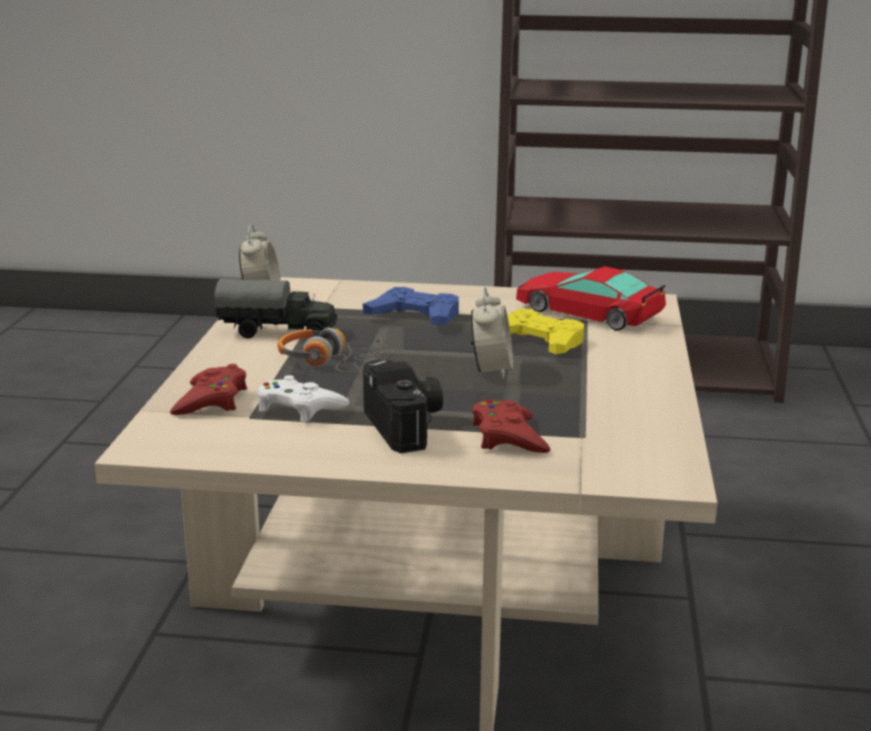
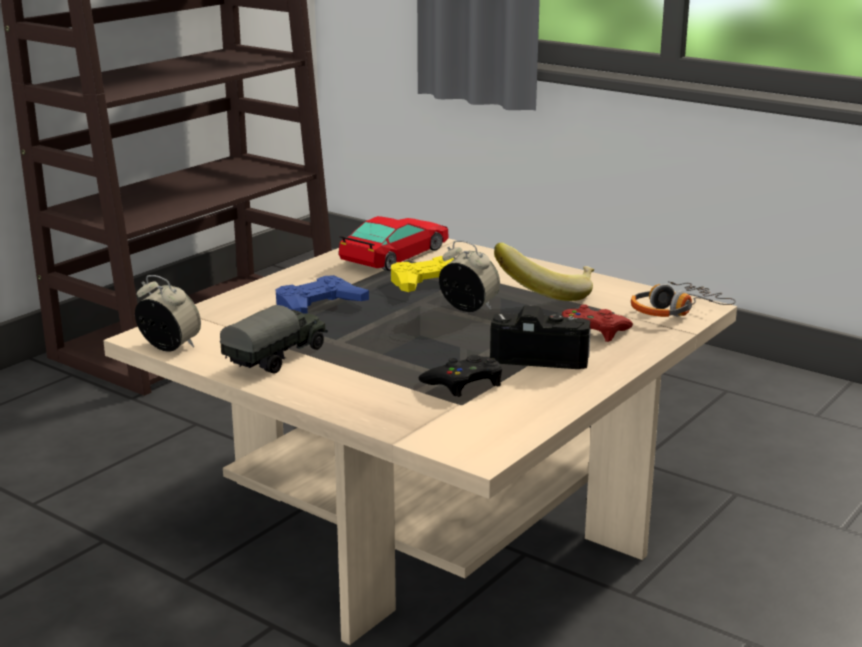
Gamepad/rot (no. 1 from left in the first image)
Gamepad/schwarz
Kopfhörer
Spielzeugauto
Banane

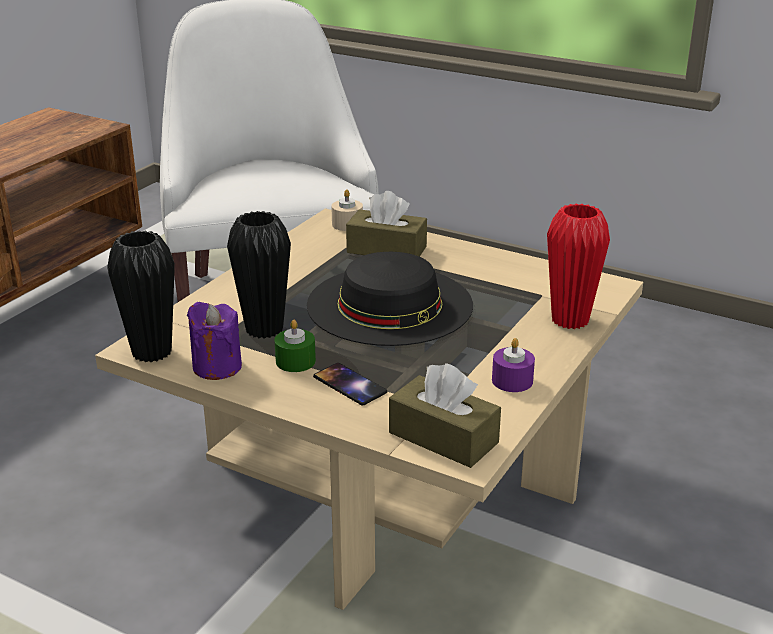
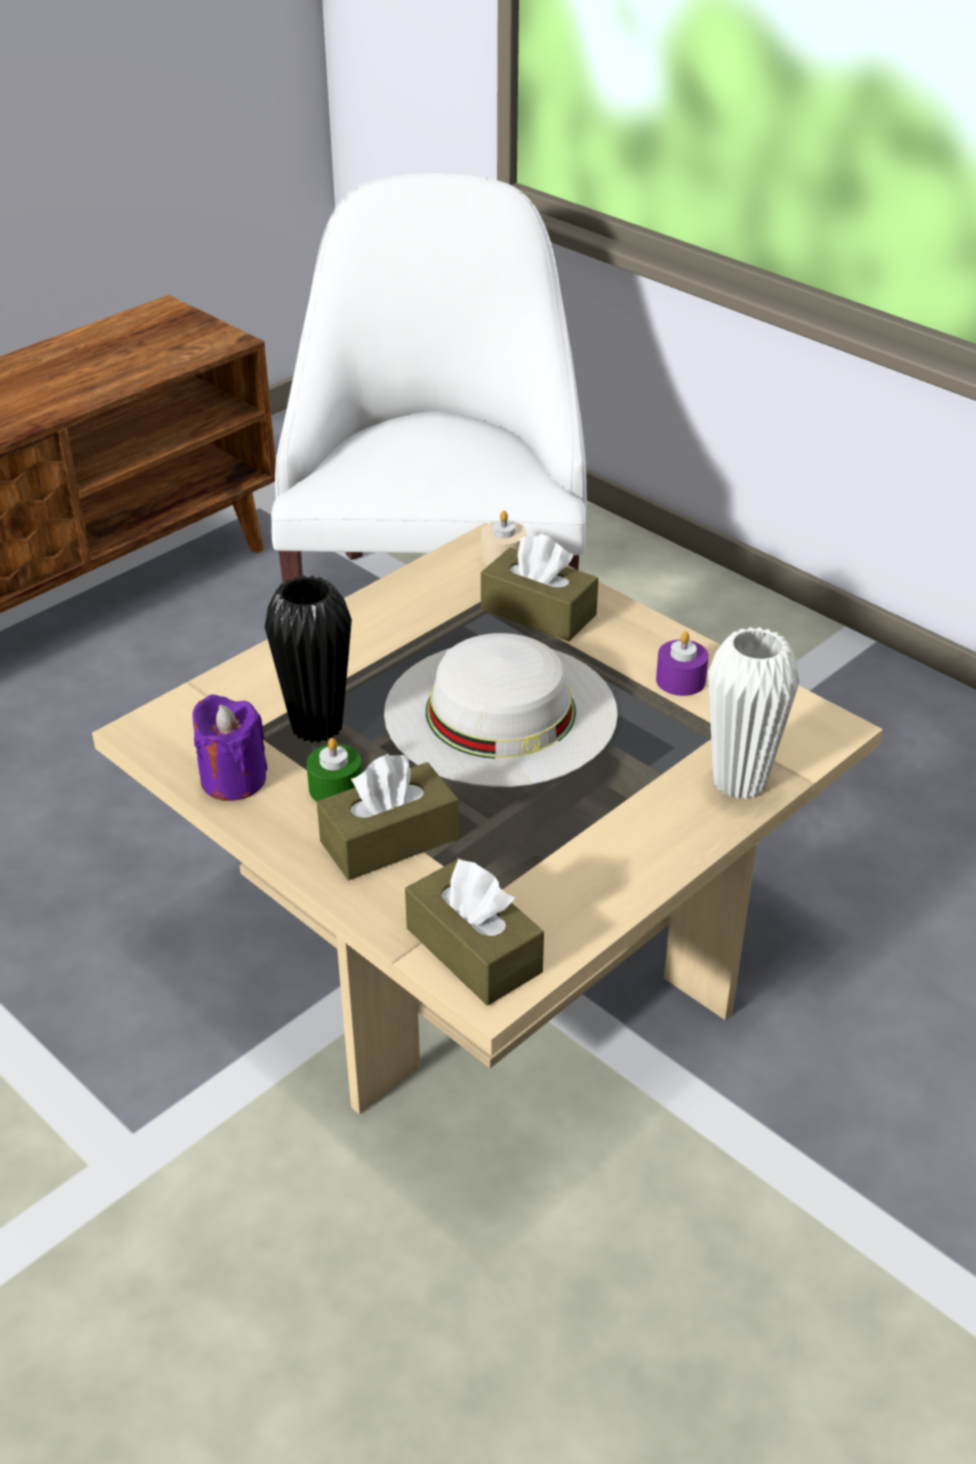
Vase/schwarz (no. 1 from left in the first image)
Hut/weiß
Taschentuchbox/braun (no. 1 from left)
Kerze/lila (no. 2 from left)
Vase/weiß

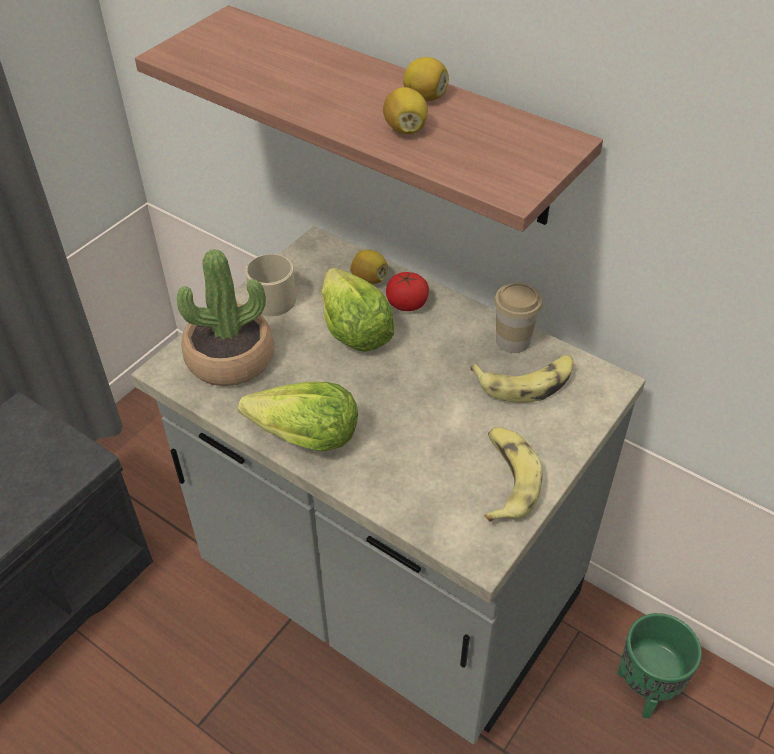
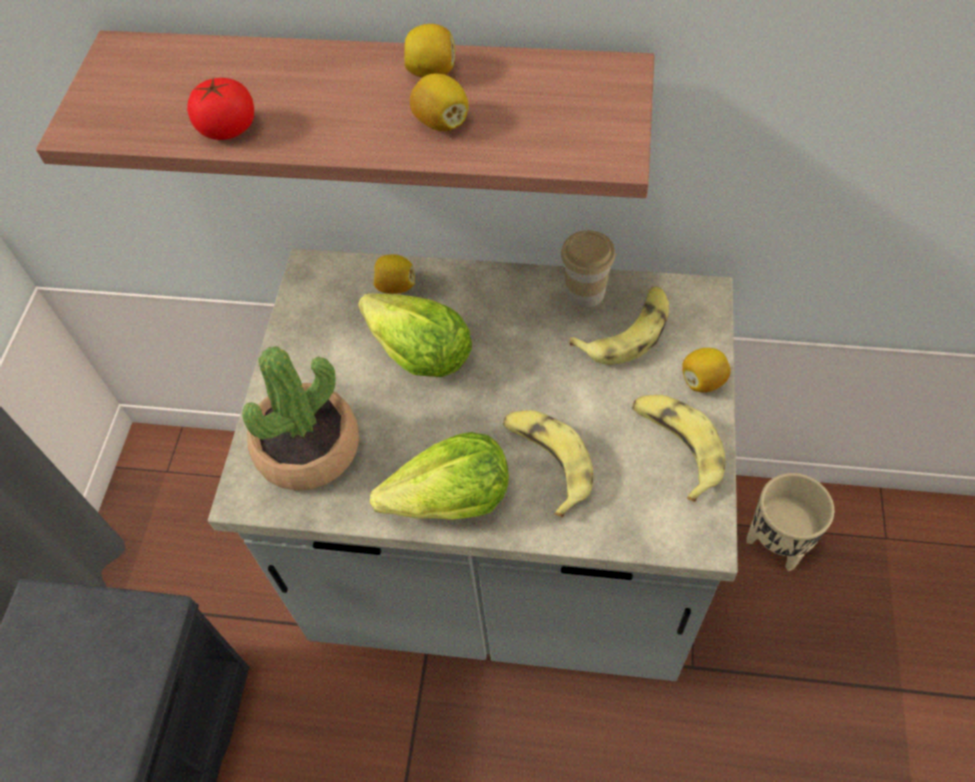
Henkelbecher/beige
Tomate
Pflanzkübel/beige
Banane (no. 1 from left)
Zitrone (no. 4 from left)

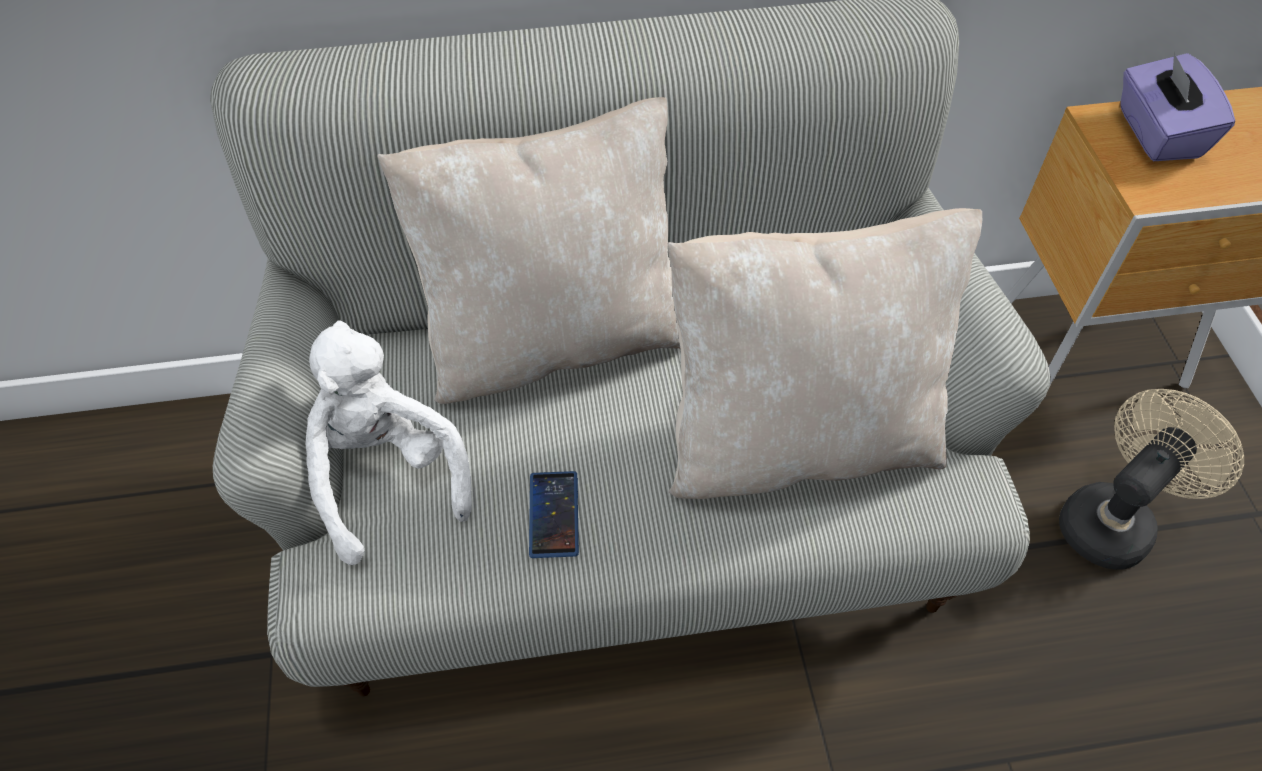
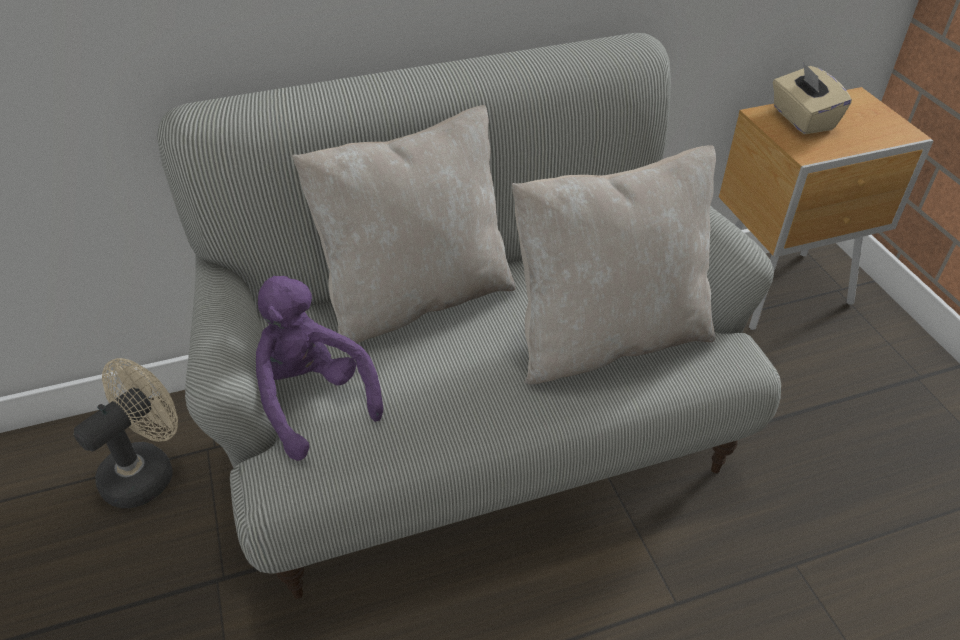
Plüschtier/lila
Handy
Ventilator/beige
Taschentuchbox/beige

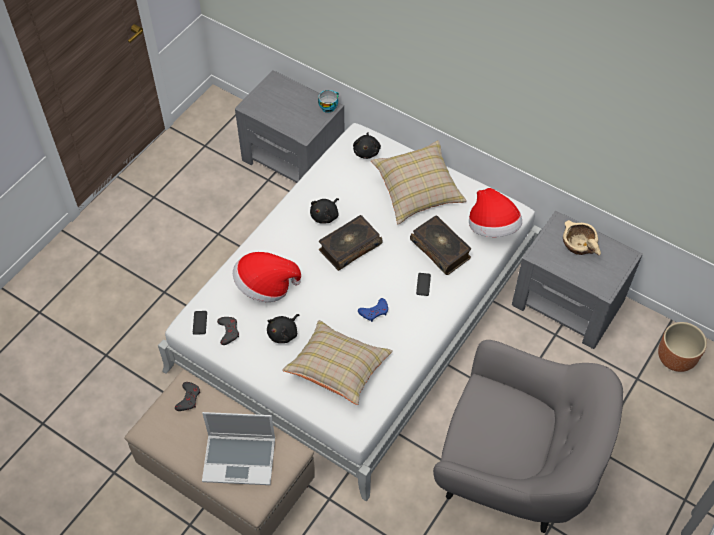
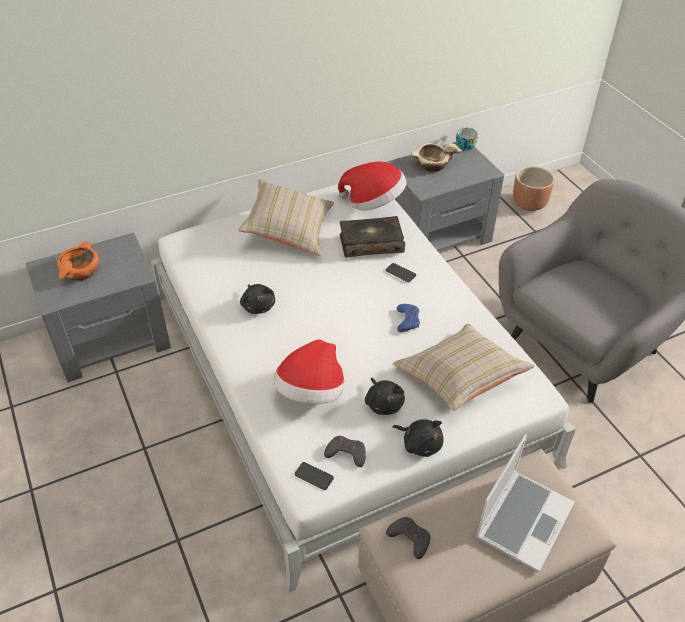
Tasse
Buch (no. 1 from left in the first image)
Plüschtier/schwarz (no. 3 from left)
Schüssel/orange

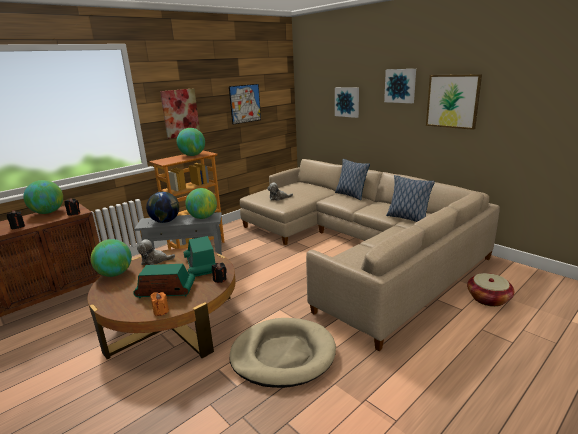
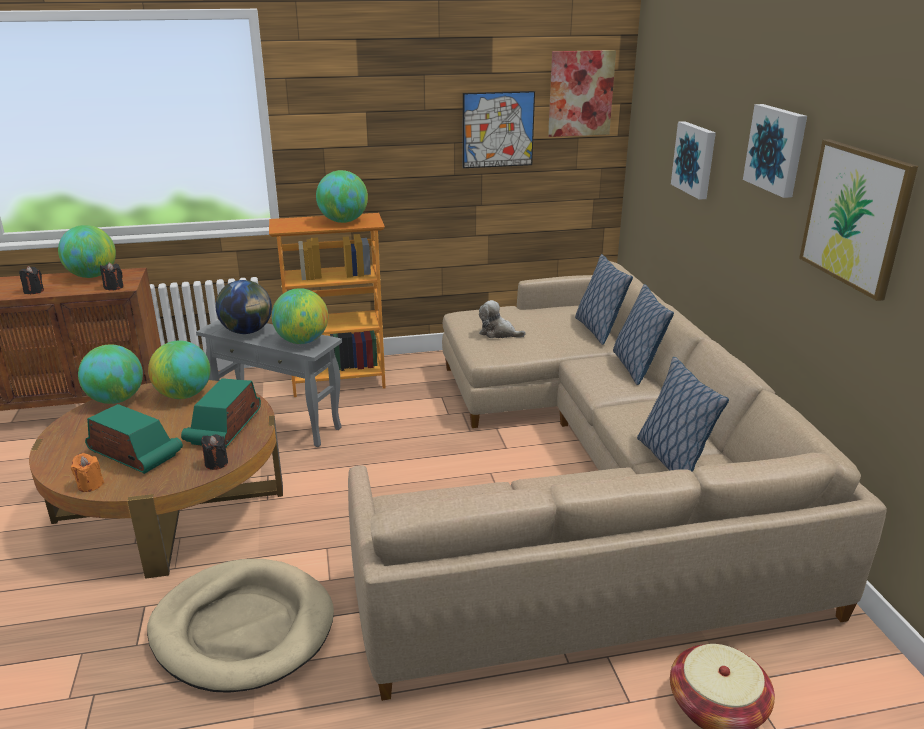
Globus (no. 3 from left)
Bild (no. 2 from left)
Kissen (no. 1 from left)

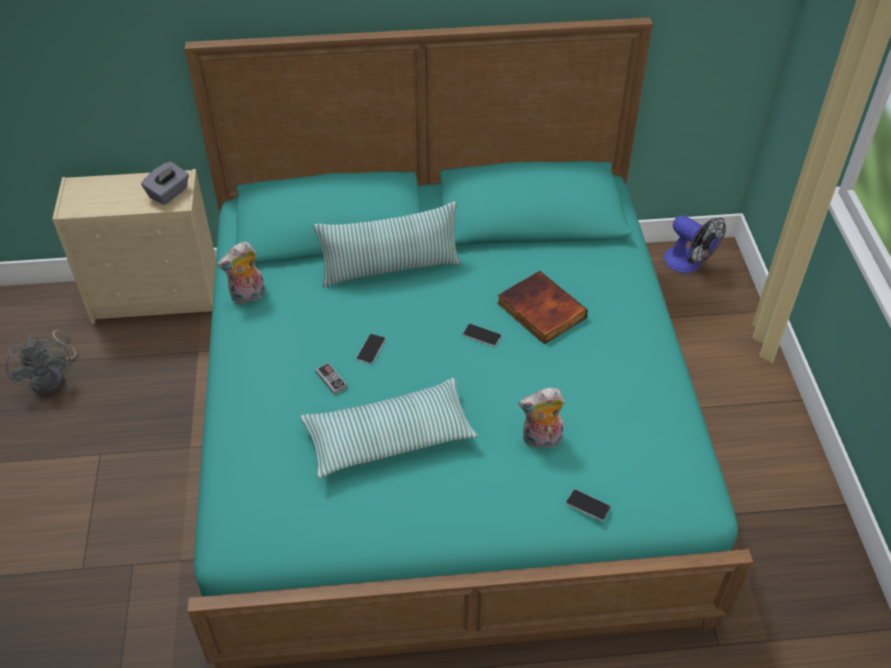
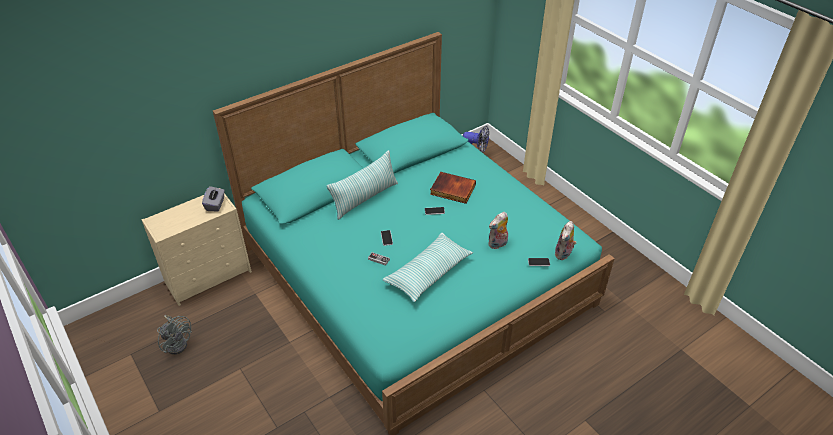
Plüschtier (no. 2 from left)

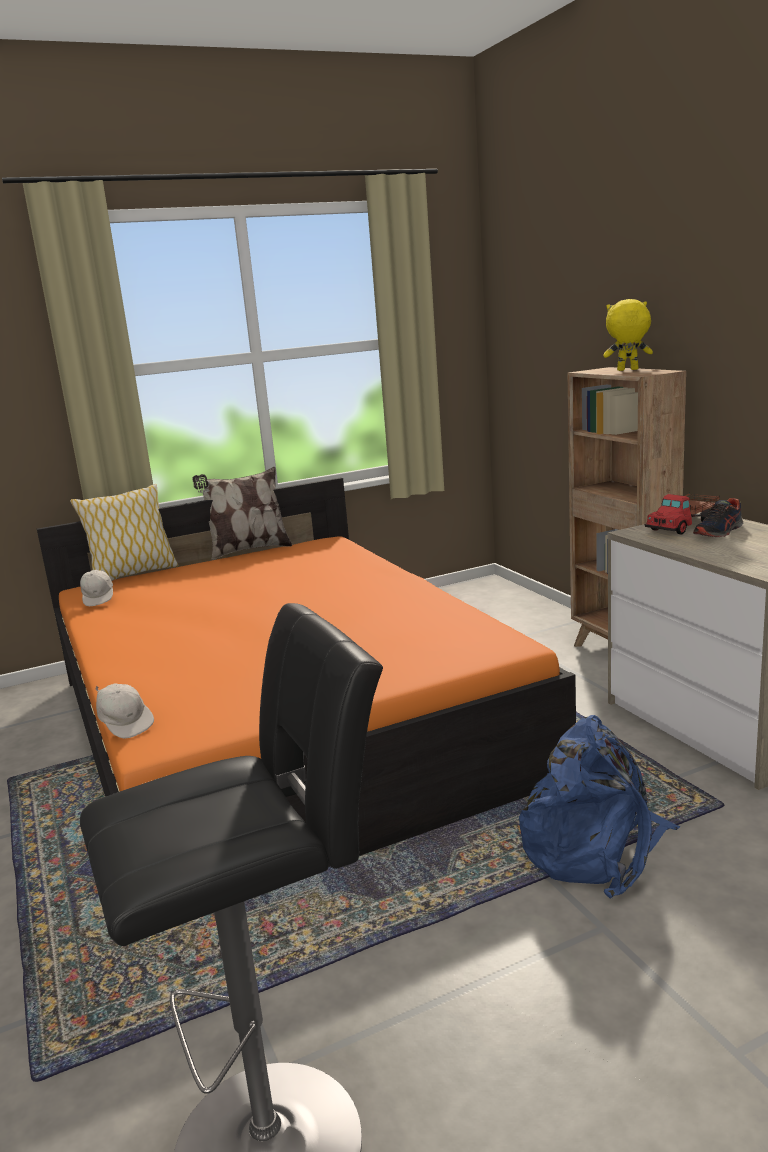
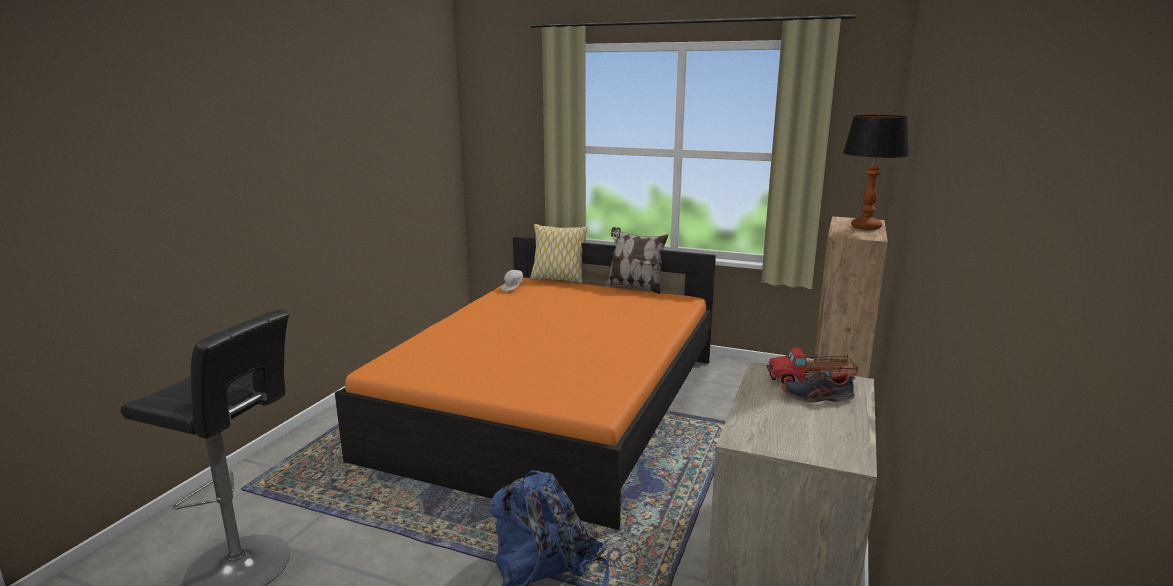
Kappe/weiß (no. 2 from left in the first image)
Tischlampe

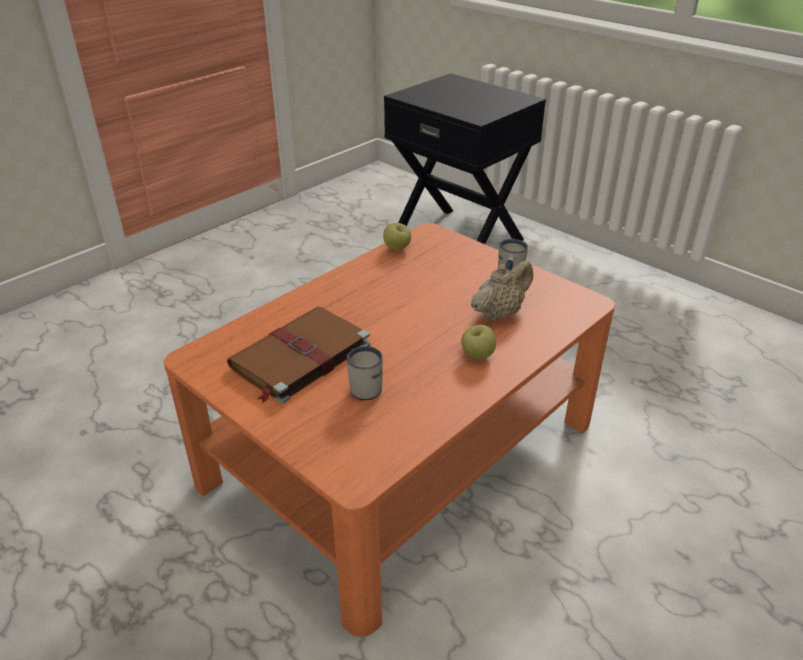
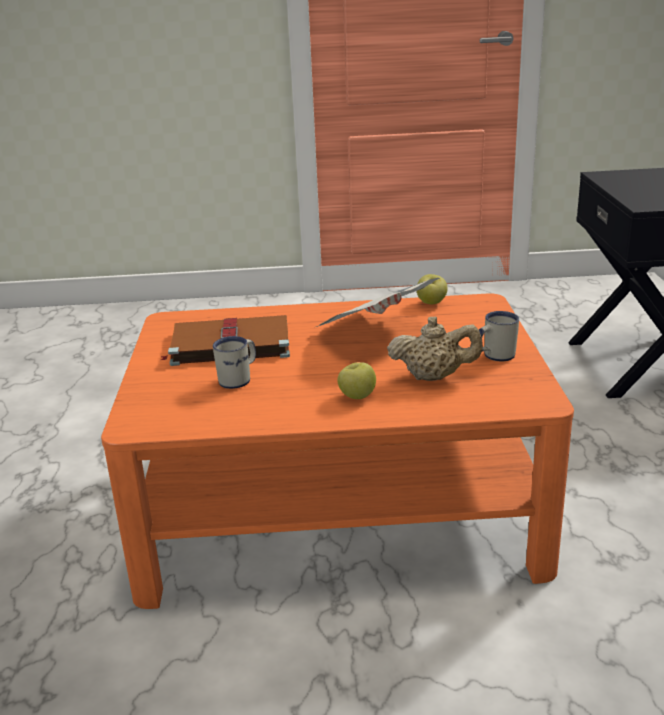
Zeitung

